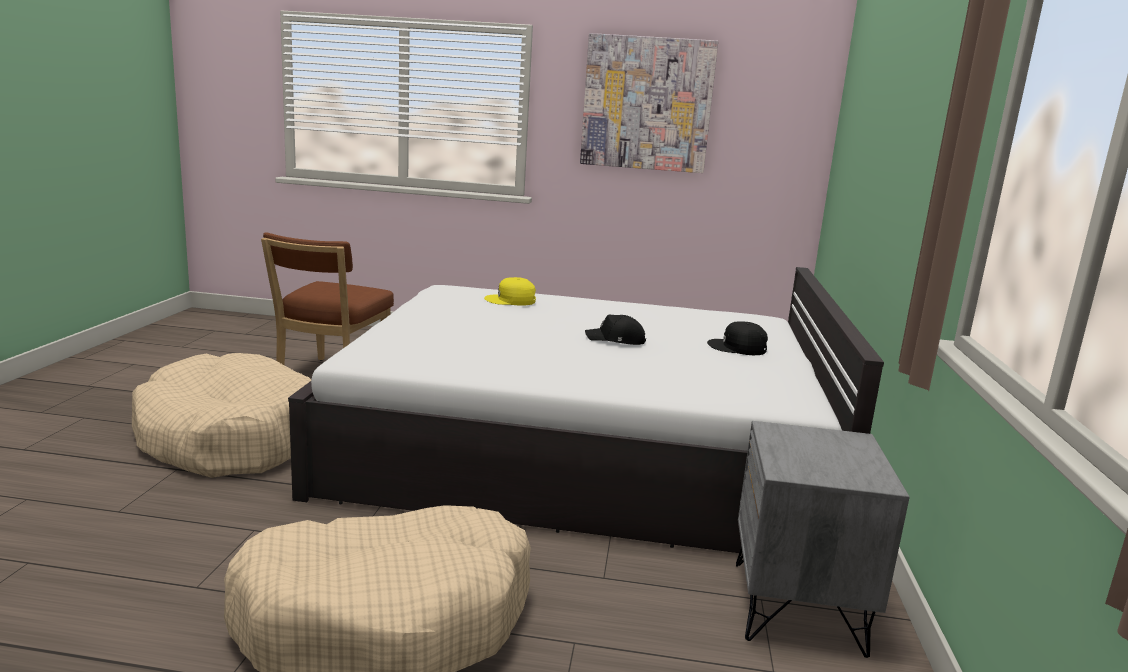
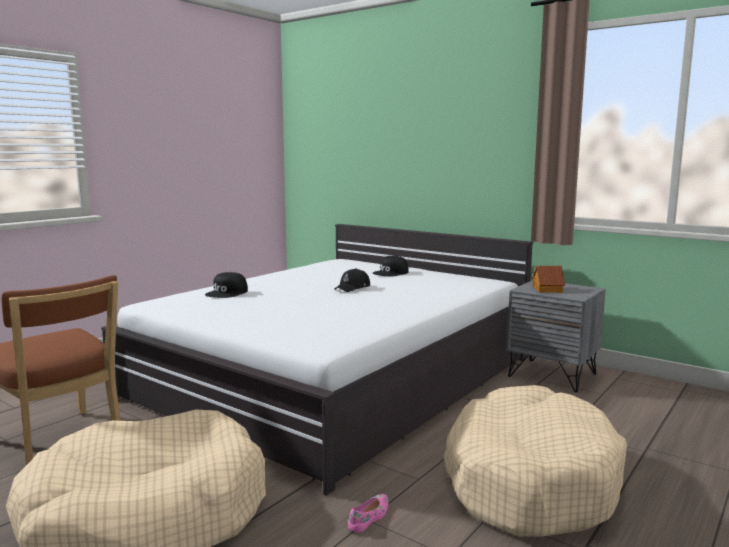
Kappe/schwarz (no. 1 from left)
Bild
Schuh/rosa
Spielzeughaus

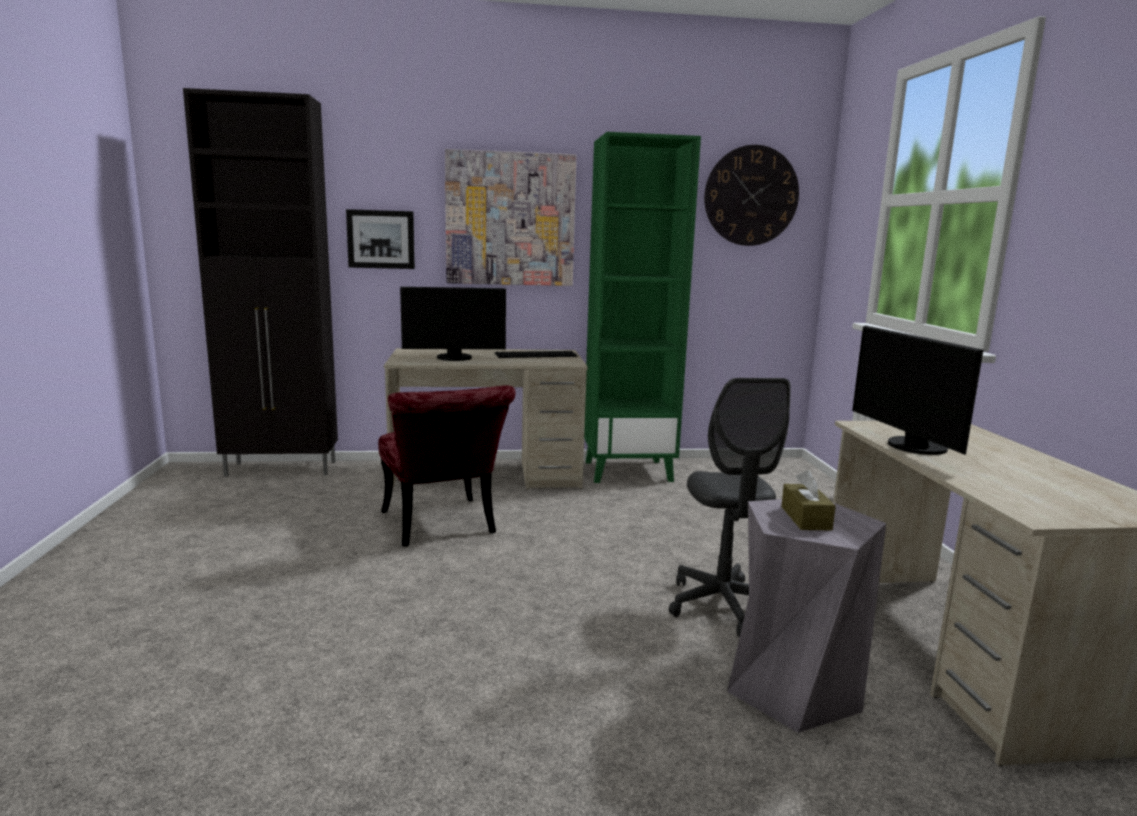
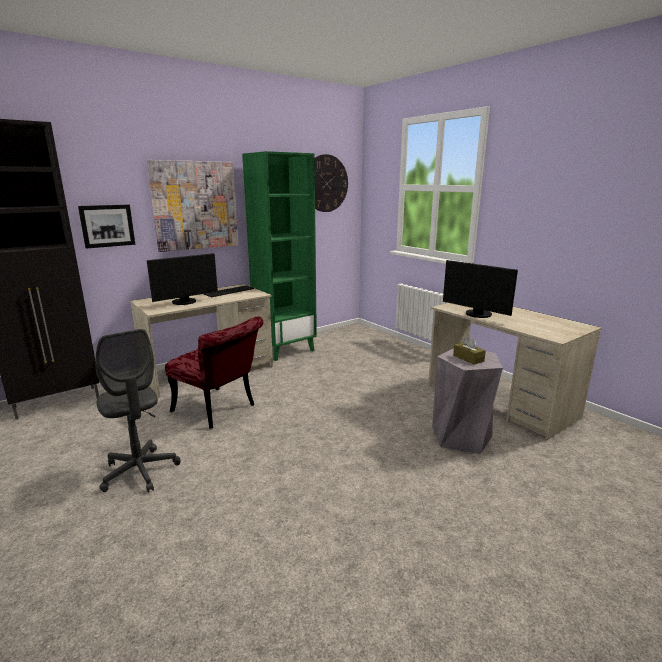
Bürostuhl/grau

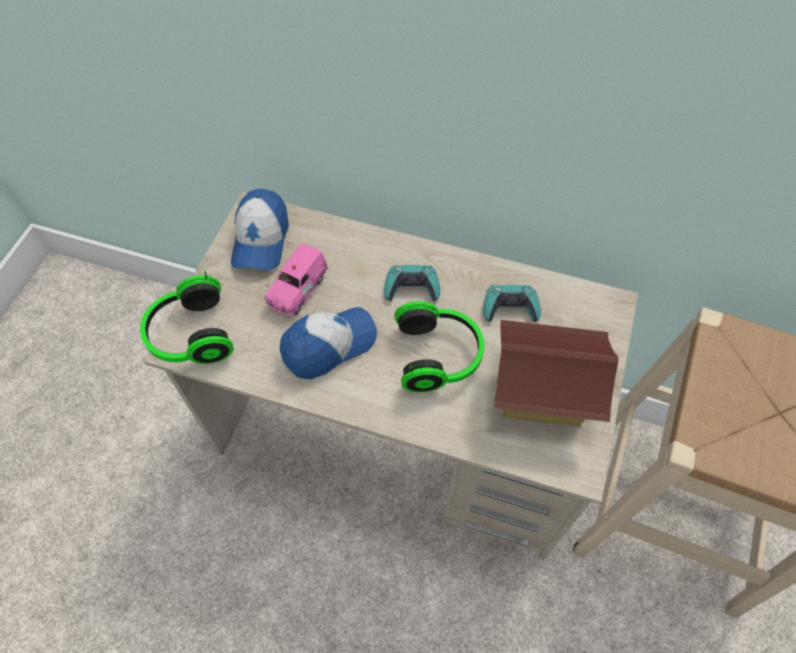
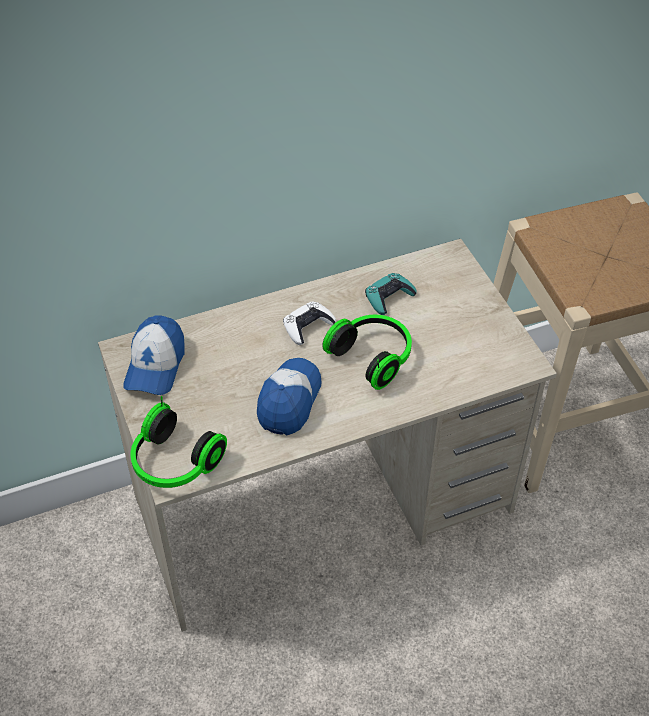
Kappe (no. 1 from left)
Spielzeugauto/rosa
Gamepad/weiß
Spielzeughaus

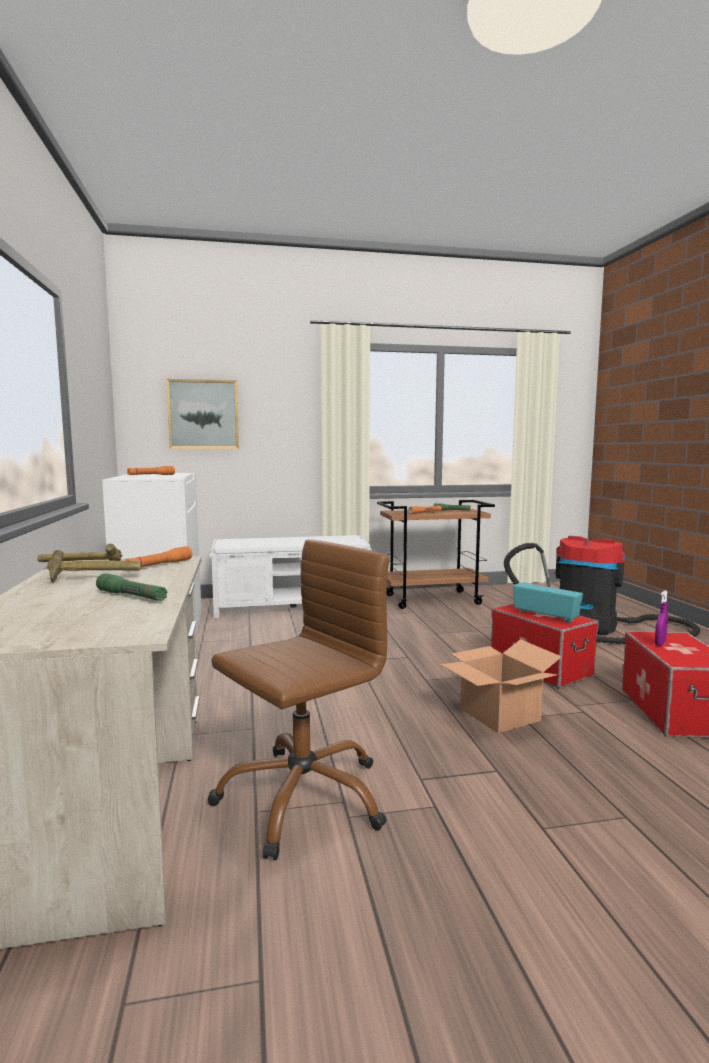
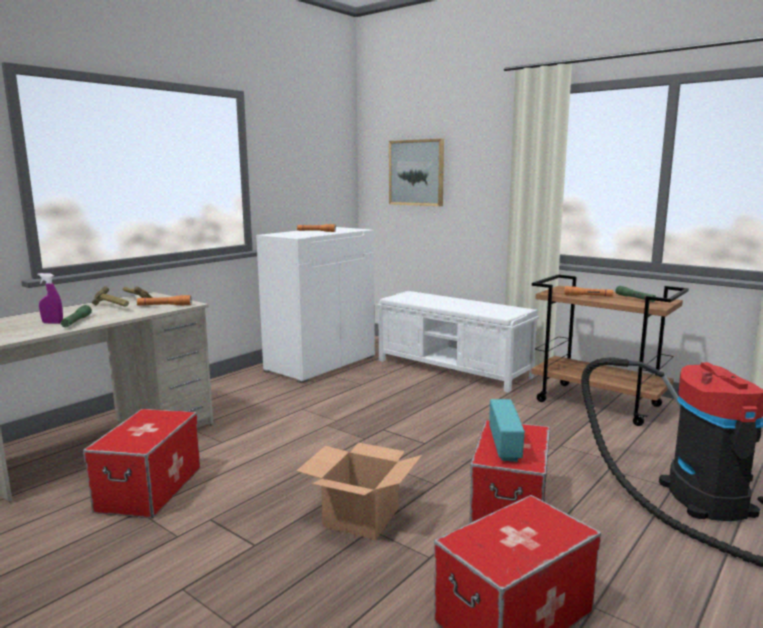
Aufbewahrungsbox (no. 1 from left)
Sprühflasche/lila

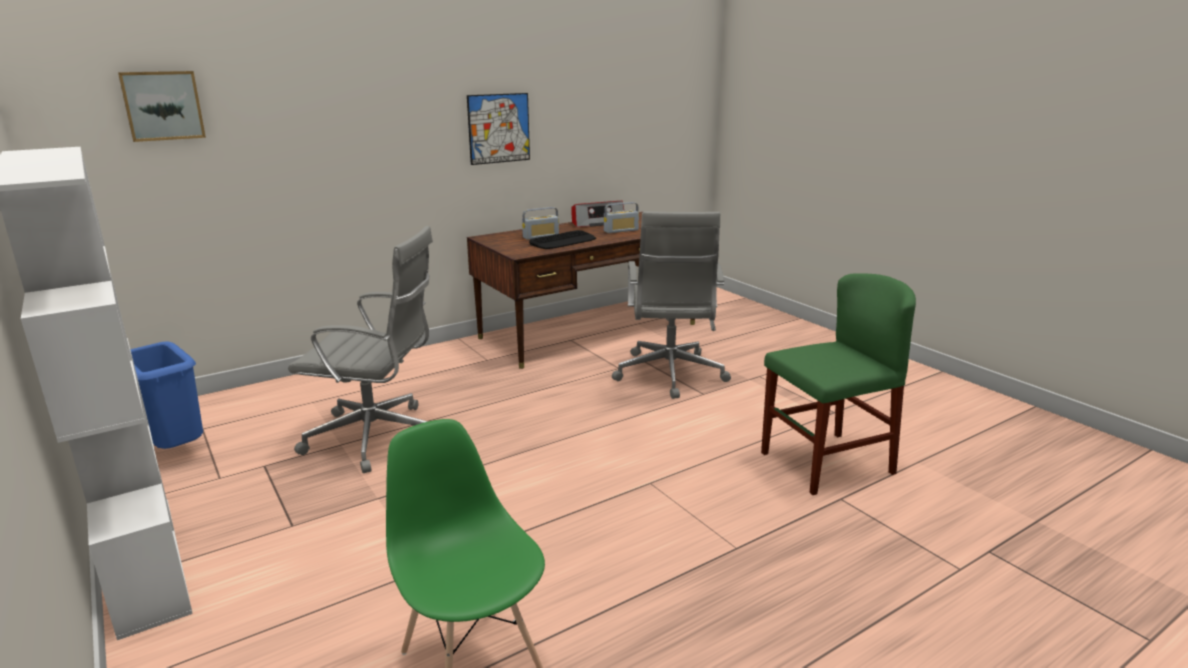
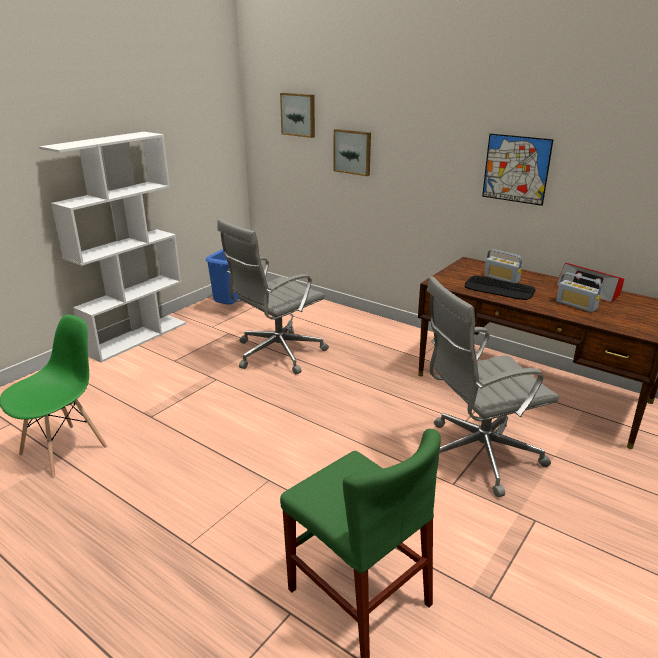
Bürostuhl/grau (no. 1 from left)
Bild (no. 2 from left)

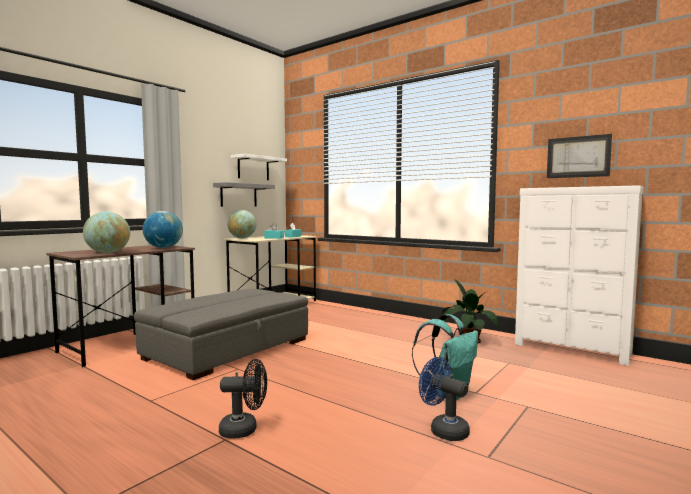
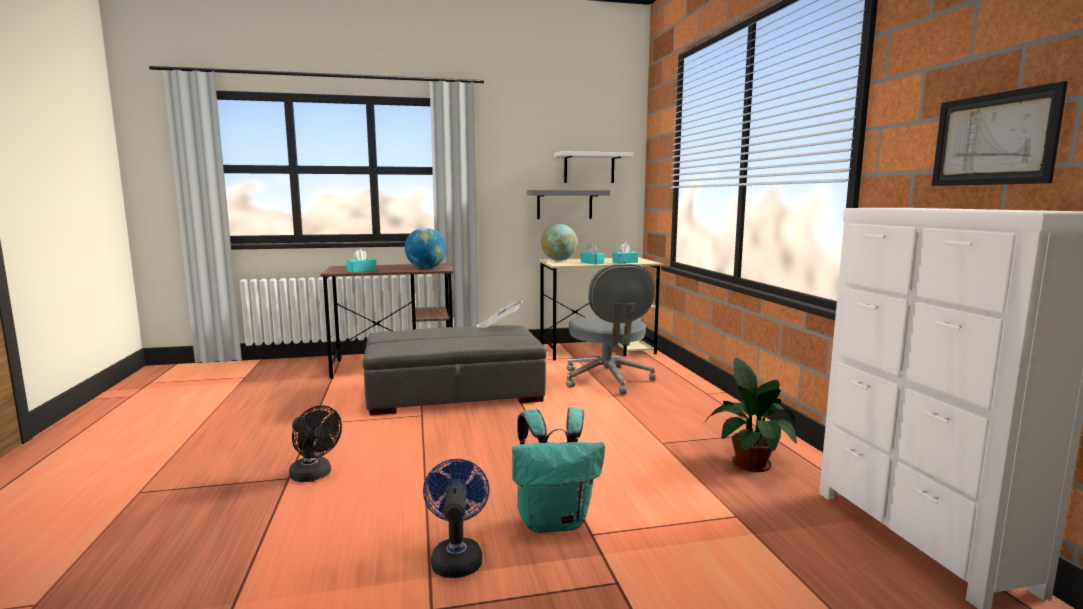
Taschentuchbox/türkis (no. 1 from left)
Zeitung
Bürostuhl/grau

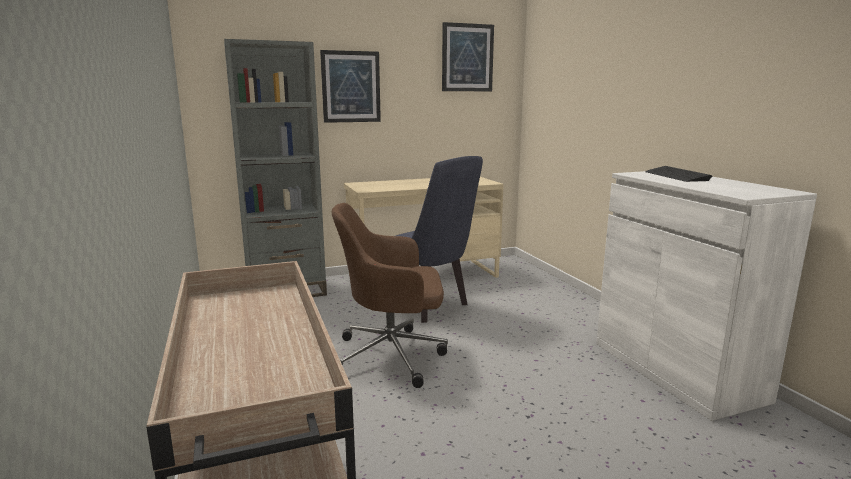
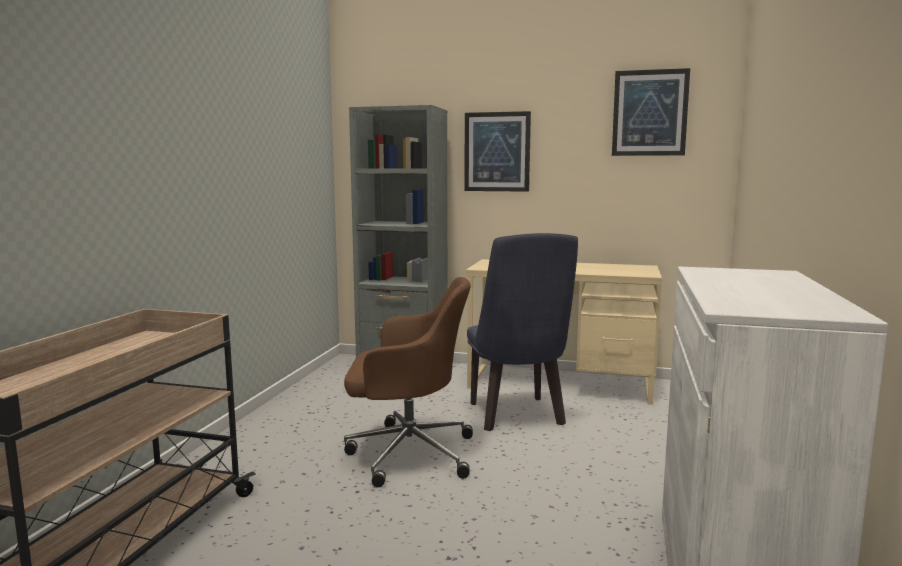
Bürostuhl/braun
Tastatur

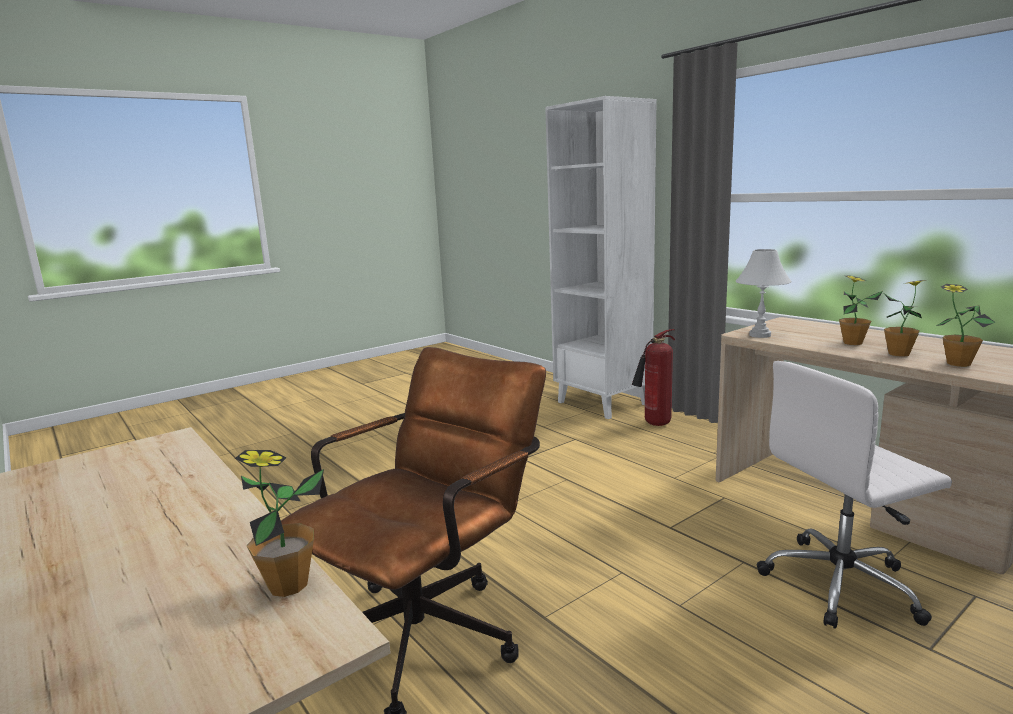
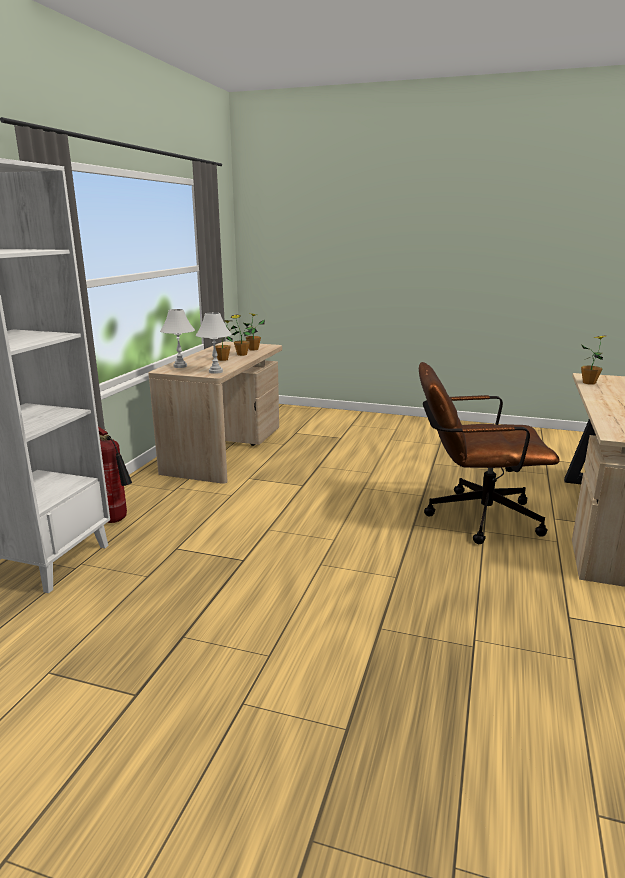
Bürostuhl/weiß
Tischlampe/weiß (no. 1 from left)

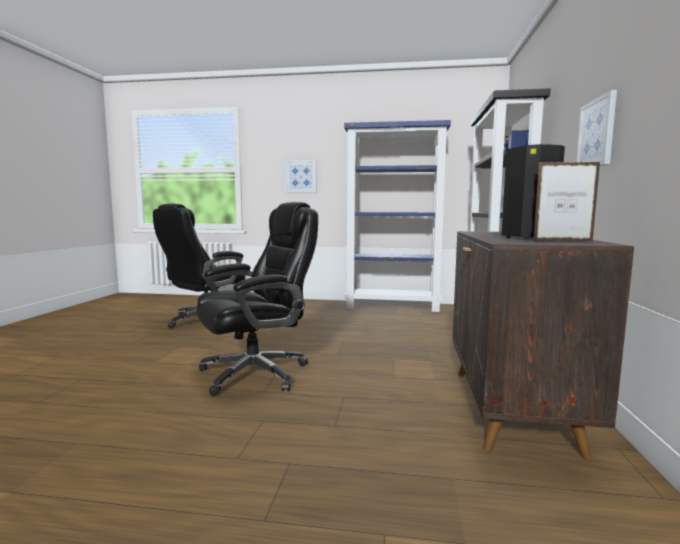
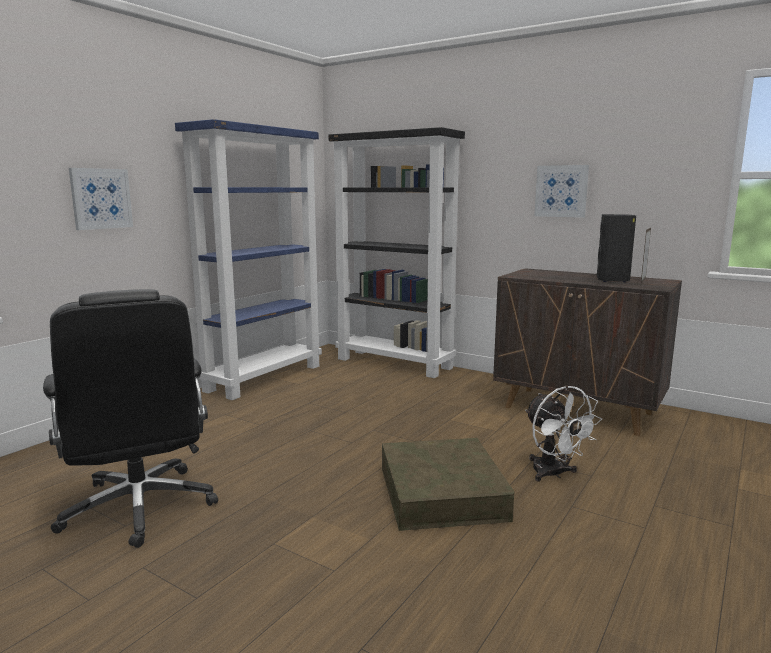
Aufbewahrungsbox/braun
Ventilator/weiß

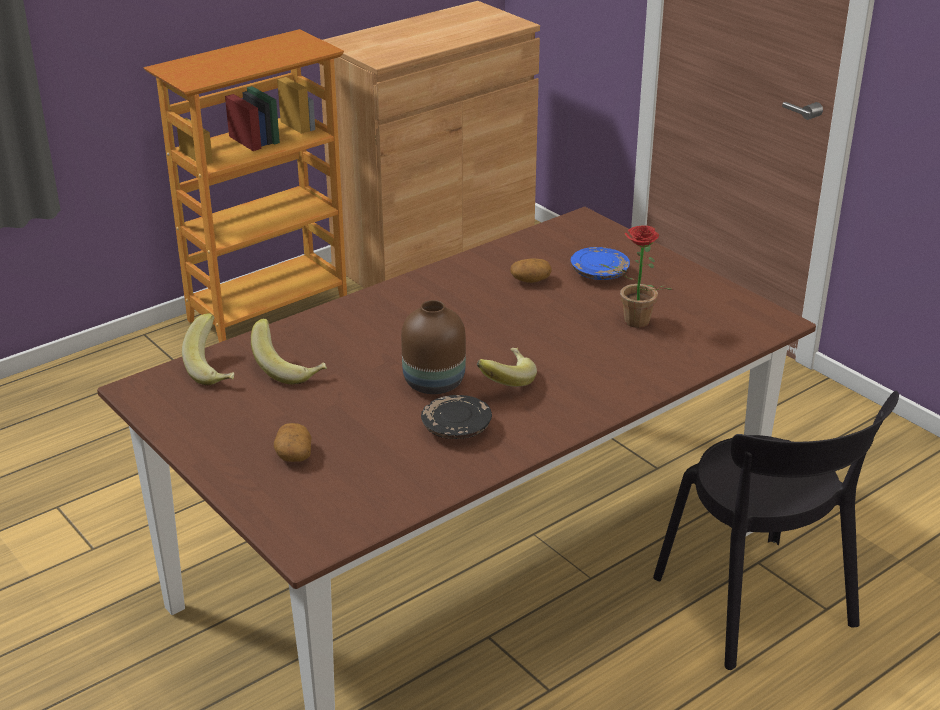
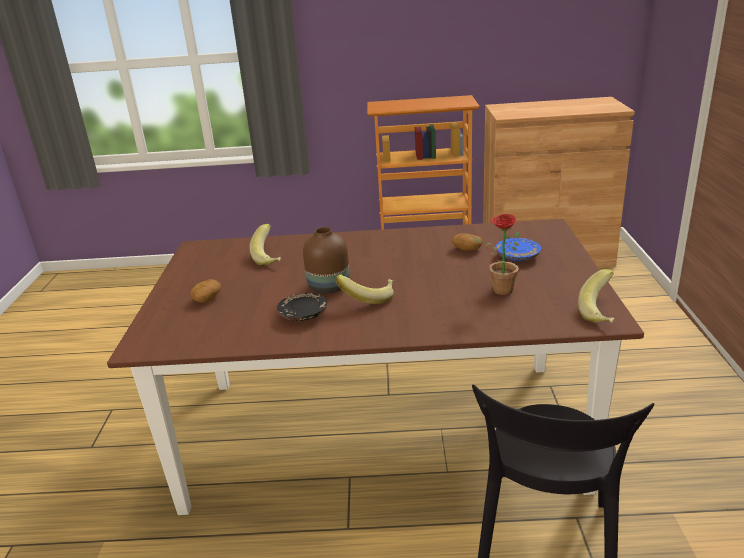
Banane (no. 3 from left)

